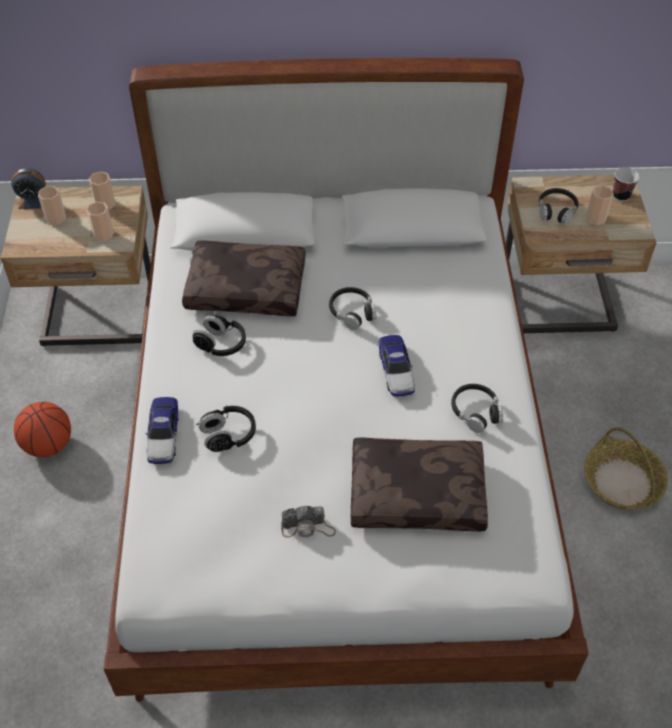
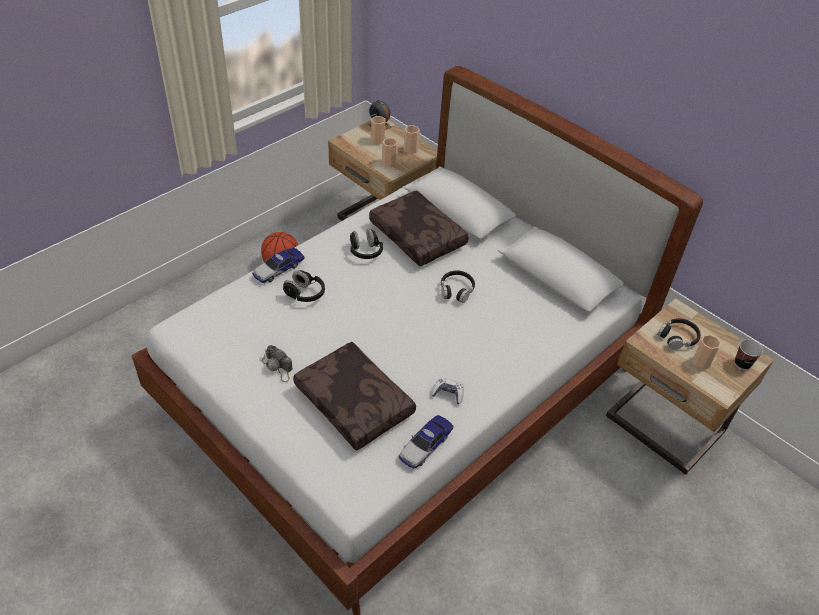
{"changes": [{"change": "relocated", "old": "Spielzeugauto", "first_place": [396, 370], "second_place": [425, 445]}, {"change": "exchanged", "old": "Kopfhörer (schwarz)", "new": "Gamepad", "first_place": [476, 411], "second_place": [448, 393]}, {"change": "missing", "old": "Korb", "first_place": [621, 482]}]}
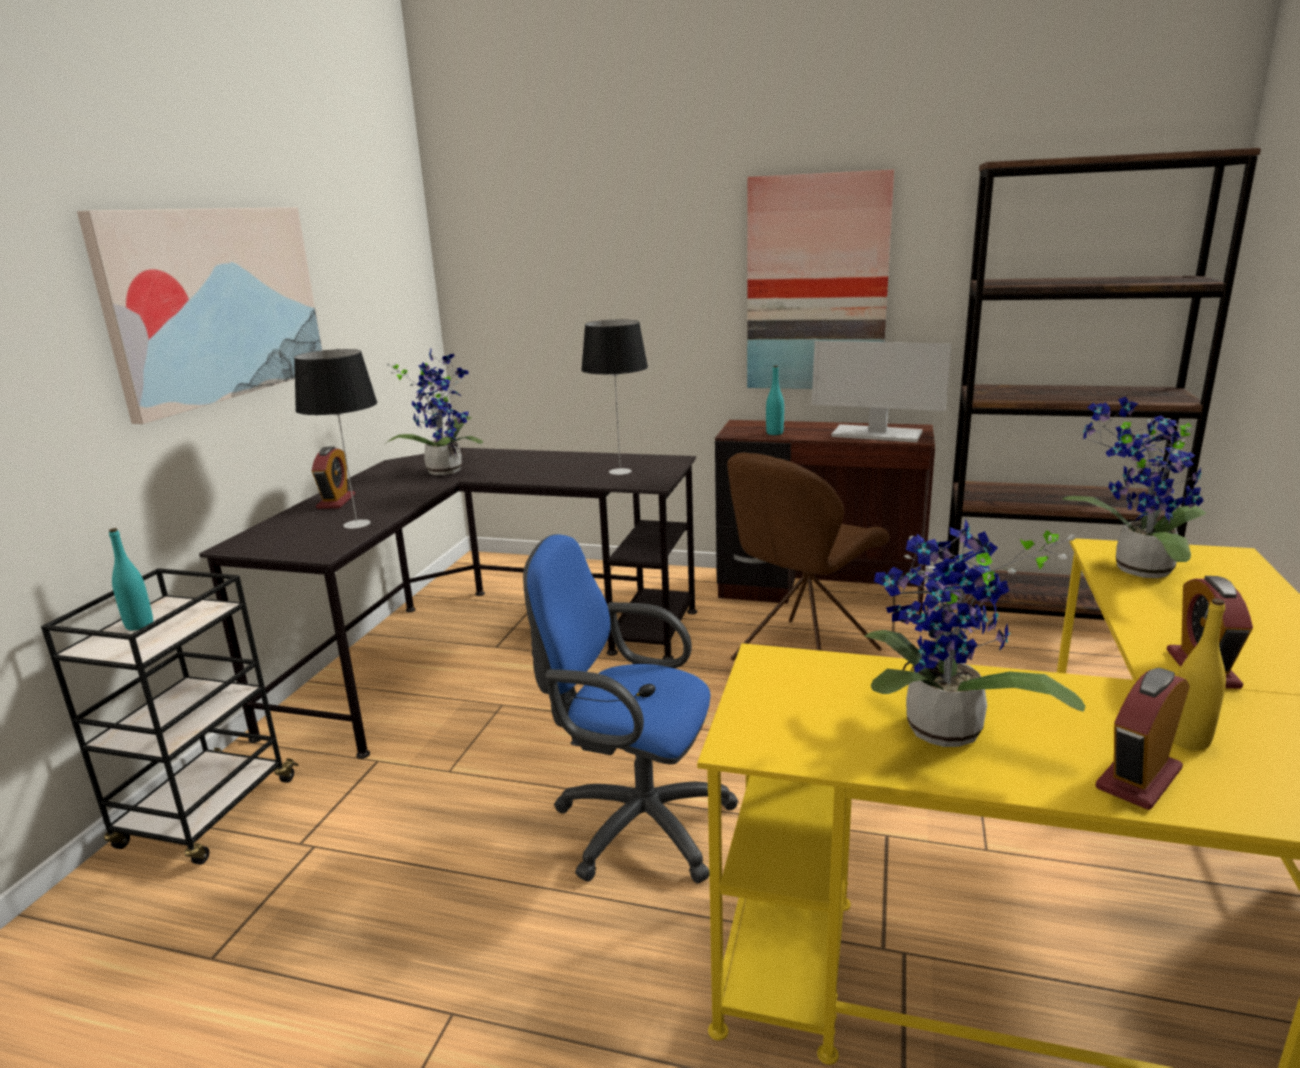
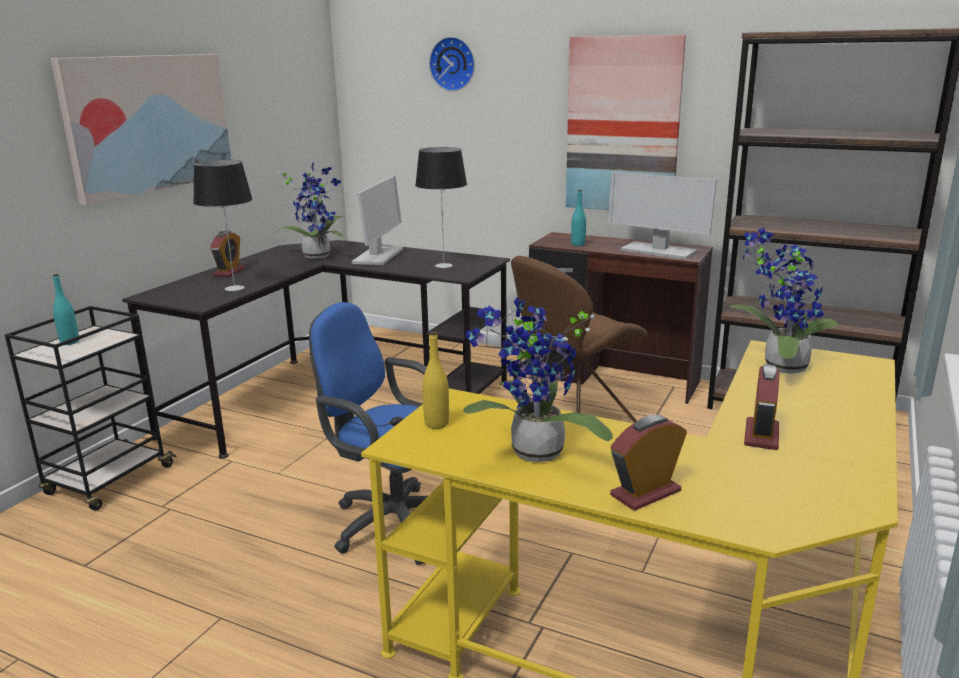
{"changes": [{"change": "relocated", "old": "Flasche (gelb)", "first_place": [1188, 740], "second_place": [436, 424]}, {"change": "appeared", "new": "Monitor", "second_place": [378, 256]}, {"change": "appeared", "new": "Wanduhr", "second_place": [453, 64]}]}
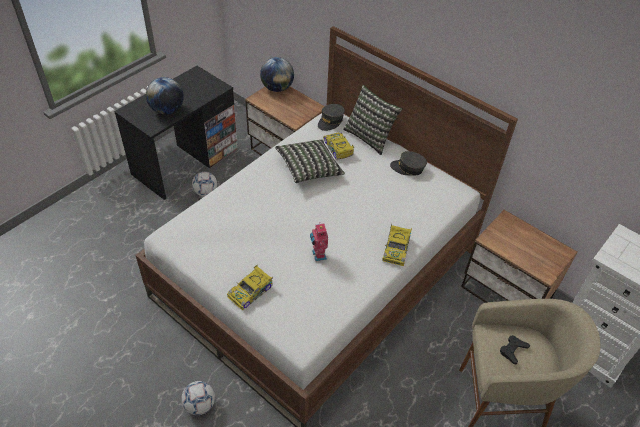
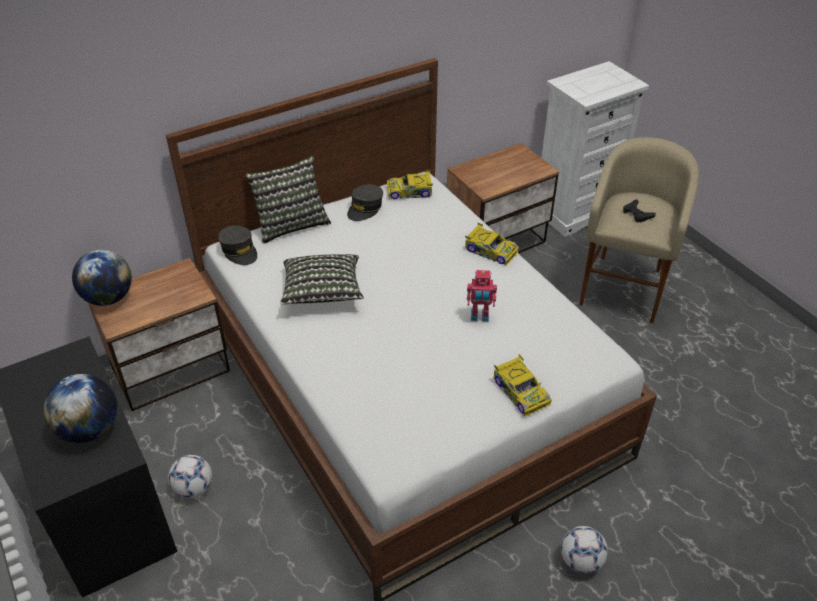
{"changes": [{"change": "relocated", "old": "Spielzeugauto", "first_place": [338, 148], "second_place": [410, 191]}]}
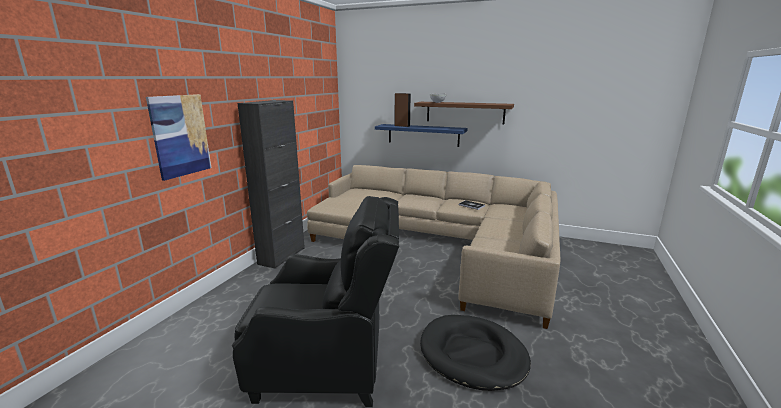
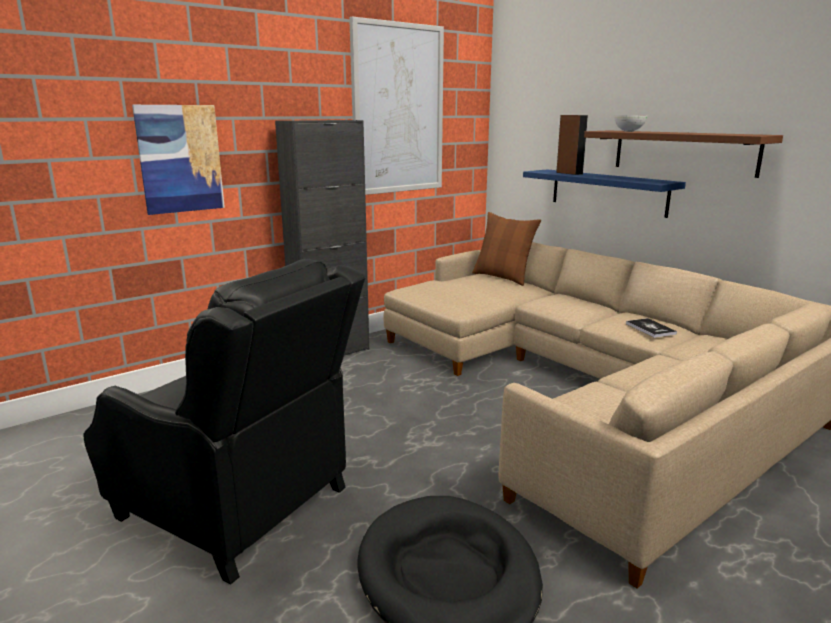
{"changes": [{"change": "appeared", "new": "Bild", "second_place": [398, 110]}, {"change": "appeared", "new": "Kissen (braun)", "second_place": [503, 277]}]}
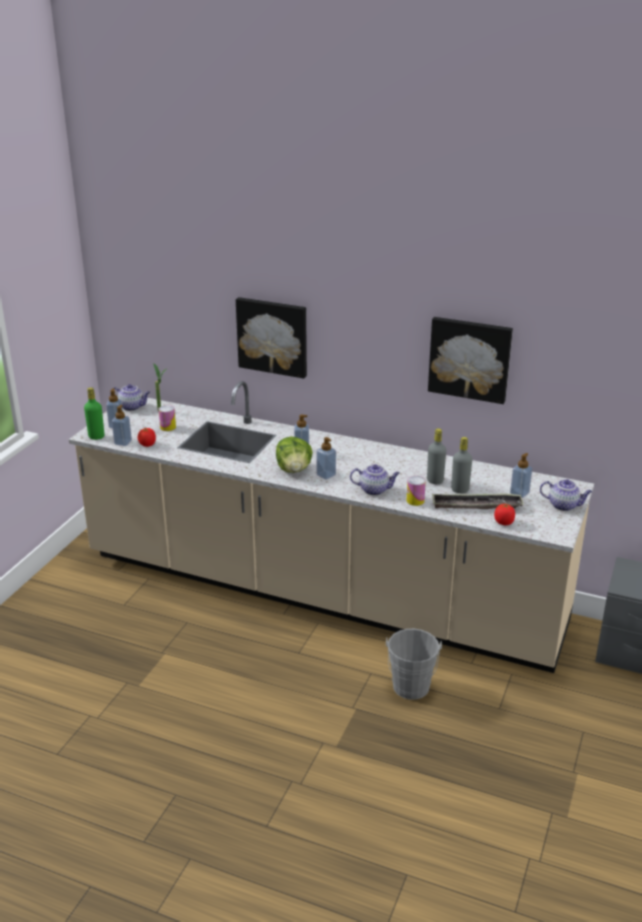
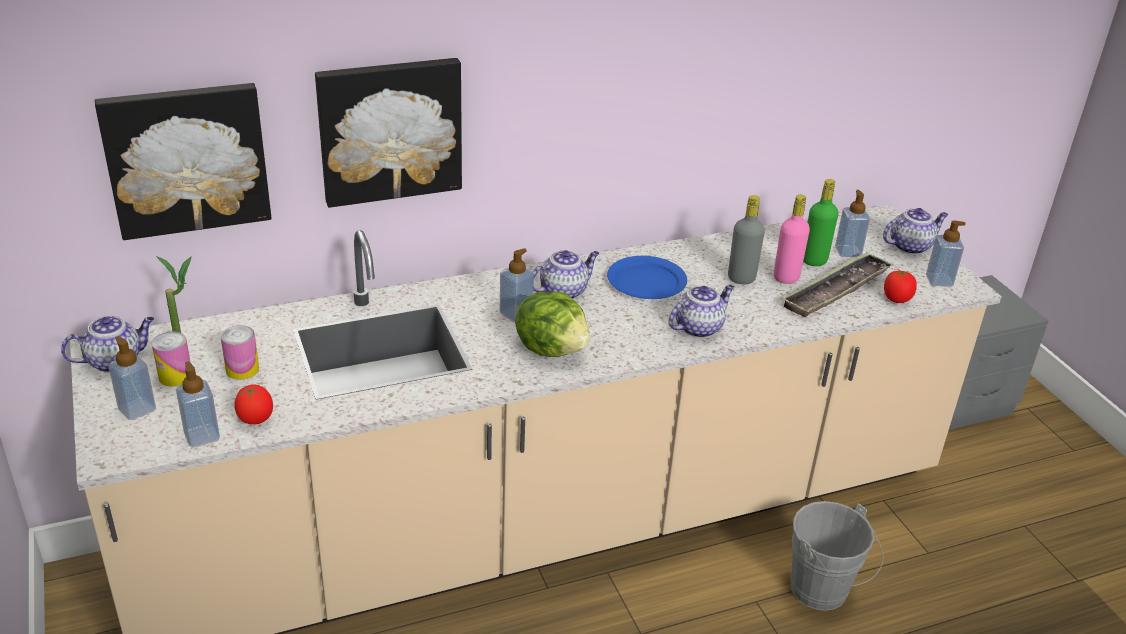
{"changes": [{"change": "relocated", "old": "Flasche (grün)", "first_place": [96, 436], "second_place": [814, 260]}, {"change": "relocated", "old": "Seifenspender", "first_place": [326, 475], "second_place": [939, 280]}, {"change": "relocated", "old": "Dose", "first_place": [415, 501], "second_place": [175, 376]}, {"change": "relocated", "old": "Bild", "first_place": [470, 359], "second_place": [186, 158]}, {"change": "colour", "old": "Flasche (grau)", "new": "Flasche (rosa)", "first_place": [460, 489], "second_place": [786, 277]}, {"change": "appeared", "new": "Teekanne", "second_place": [564, 291]}, {"change": "appeared", "new": "Teller (blau)", "second_place": [647, 282]}]}
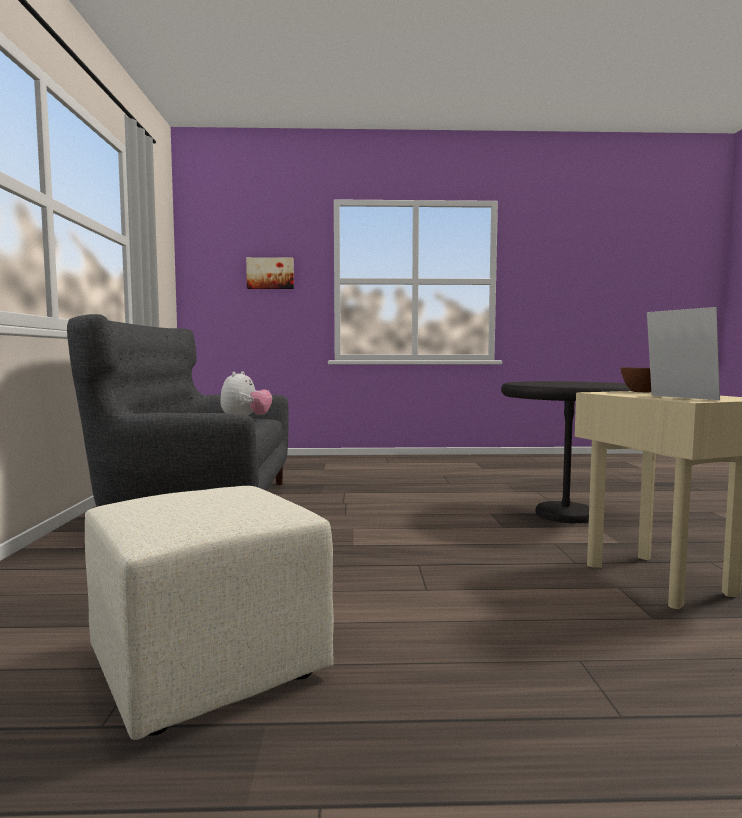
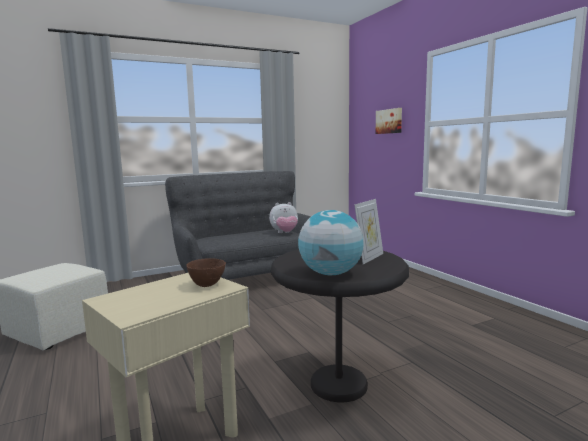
{"changes": [{"change": "relocated", "old": "Bilderrahmen", "first_place": [679, 398], "second_place": [369, 258]}, {"change": "appeared", "new": "Globus", "second_place": [330, 273]}]}
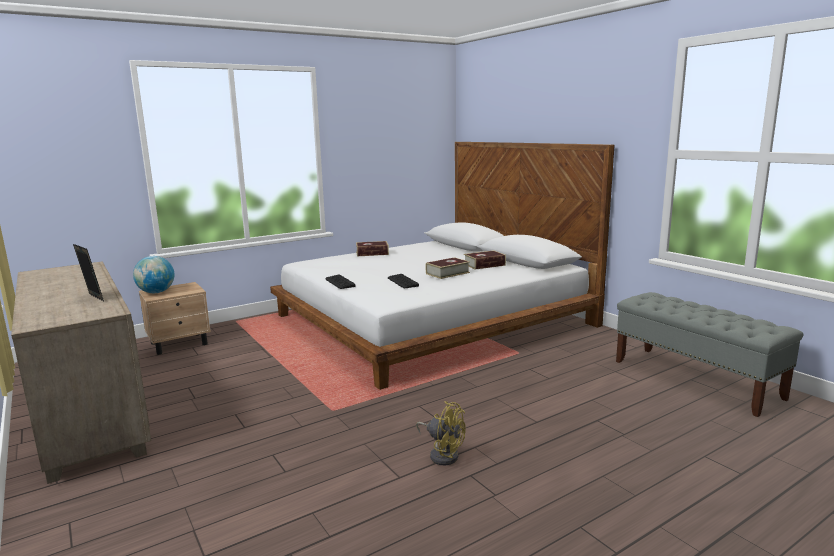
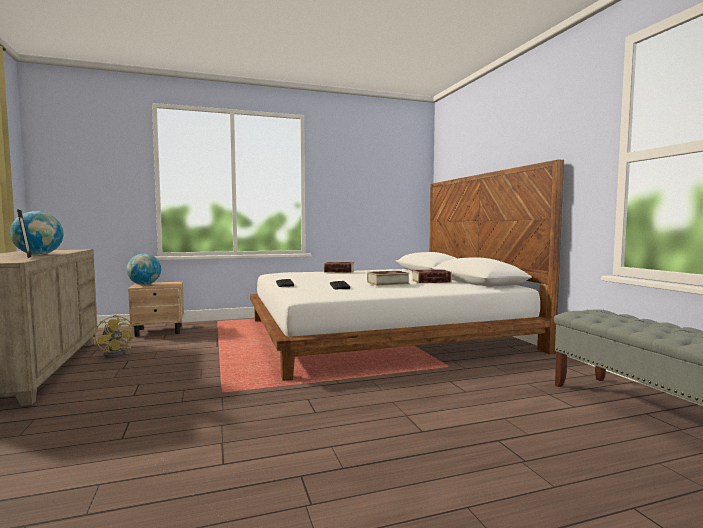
{"changes": [{"change": "relocated", "old": "Ventilator (gelb)", "first_place": [442, 454], "second_place": [117, 354]}, {"change": "appeared", "new": "Globus", "second_place": [39, 254]}]}
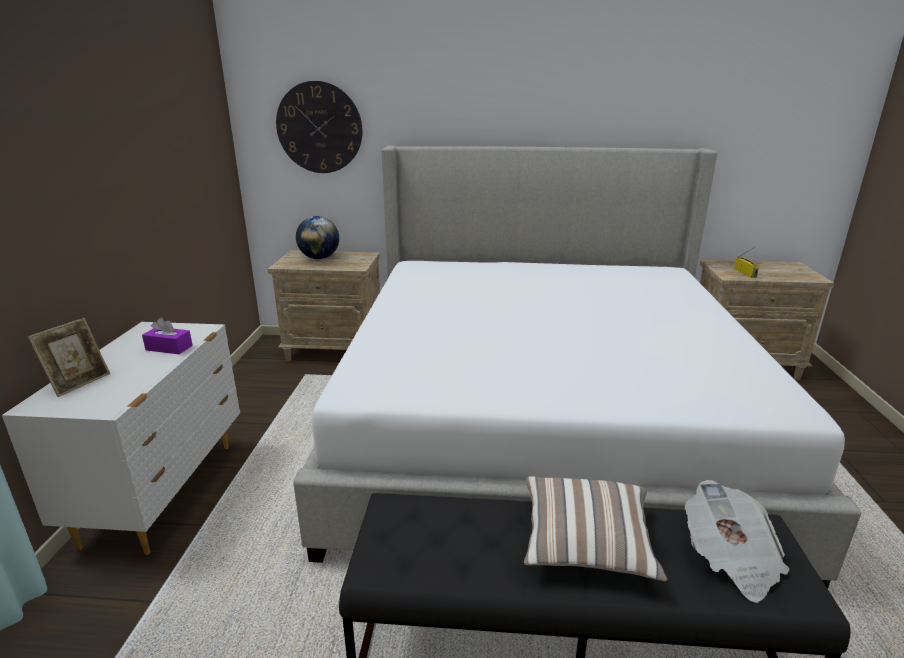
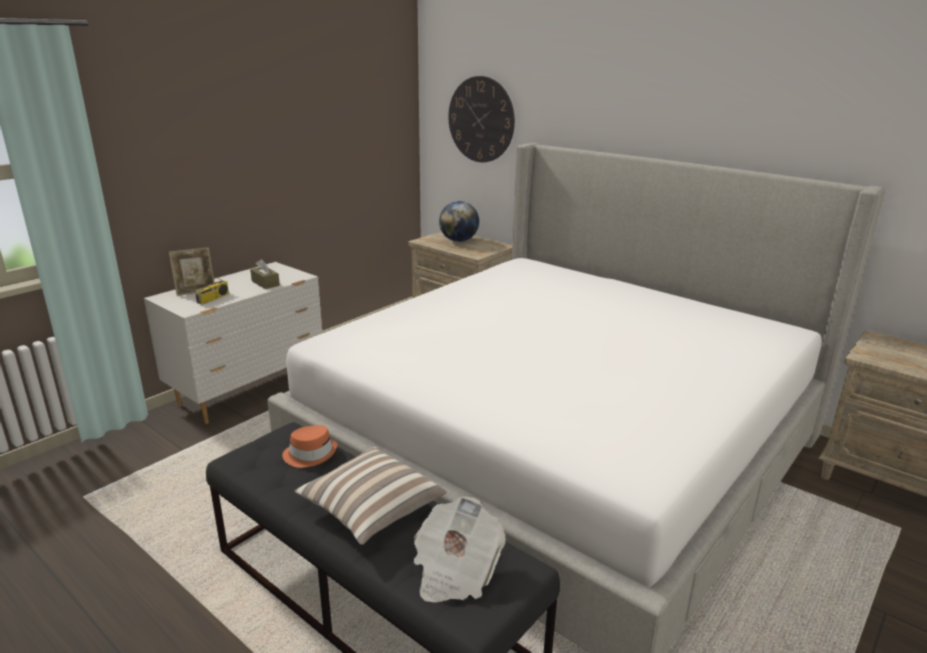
{"changes": [{"change": "colour", "old": "Taschentuchbox (lila)", "new": "Taschentuchbox (braun)", "first_place": [169, 348], "second_place": [265, 283]}, {"change": "relocated", "old": "Radio", "first_place": [745, 273], "second_place": [213, 299]}, {"change": "appeared", "new": "Hut (orange)", "second_place": [310, 454]}]}
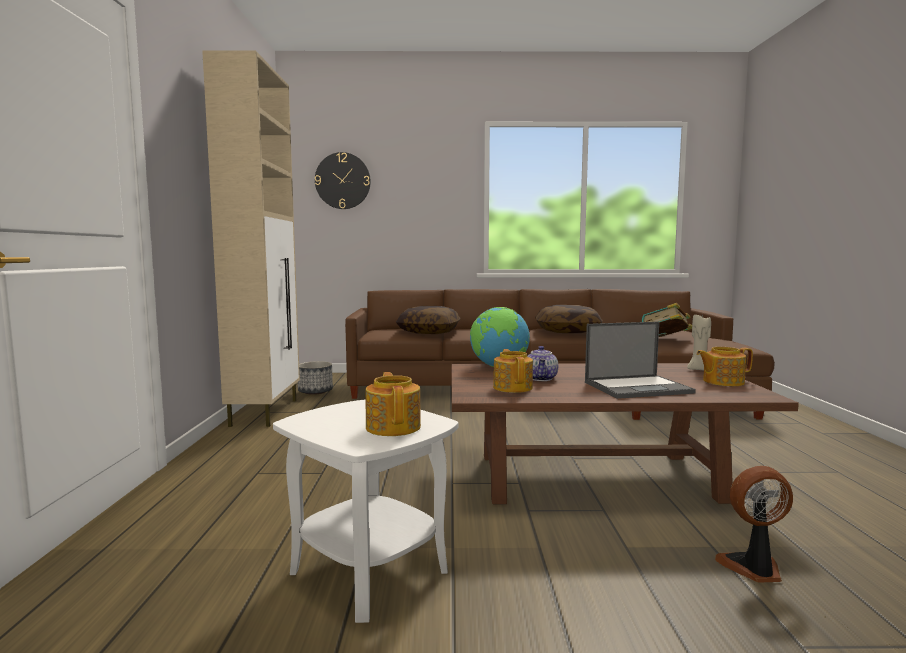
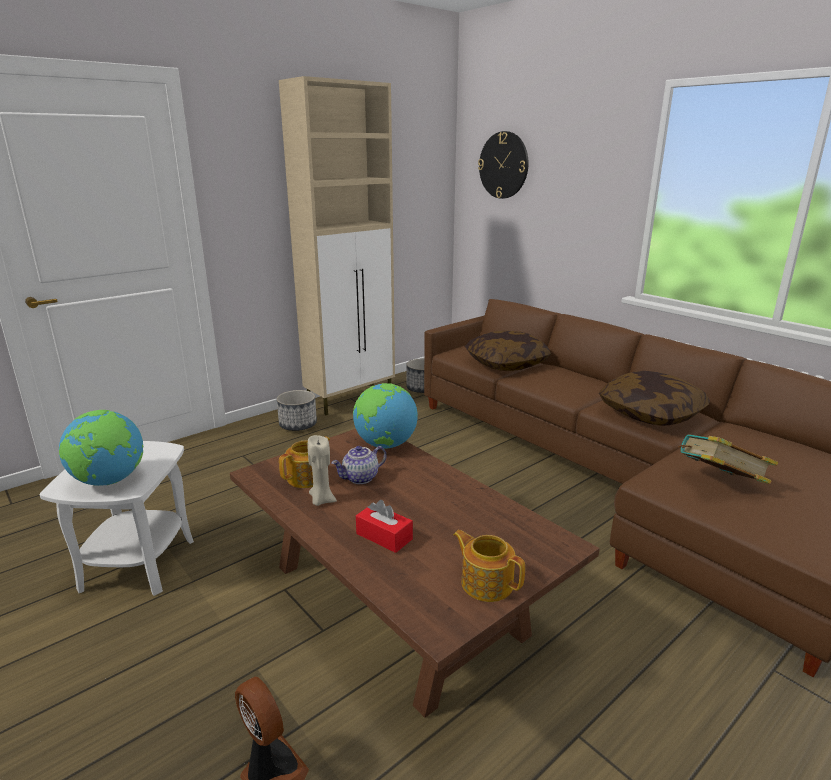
{"changes": [{"change": "exchanged", "old": "Teekanne", "new": "Globus", "first_place": [394, 427], "second_place": [109, 481]}, {"change": "exchanged", "old": "Laptop", "new": "Taschentuchbox (rot)", "first_place": [638, 387], "second_place": [384, 536]}, {"change": "relocated", "old": "Kerze (beige)", "first_place": [699, 370], "second_place": [321, 500]}, {"change": "appeared", "new": "Pflanzkübel", "second_place": [298, 425]}]}
